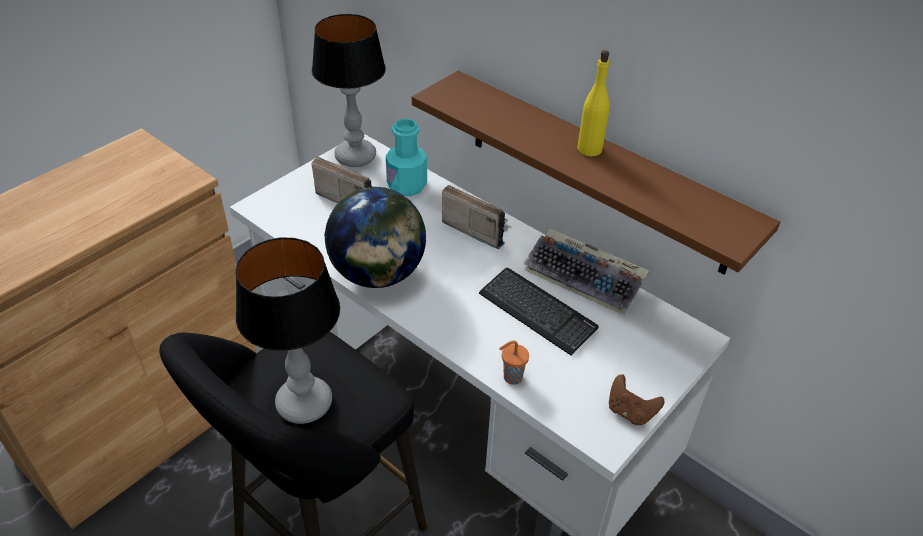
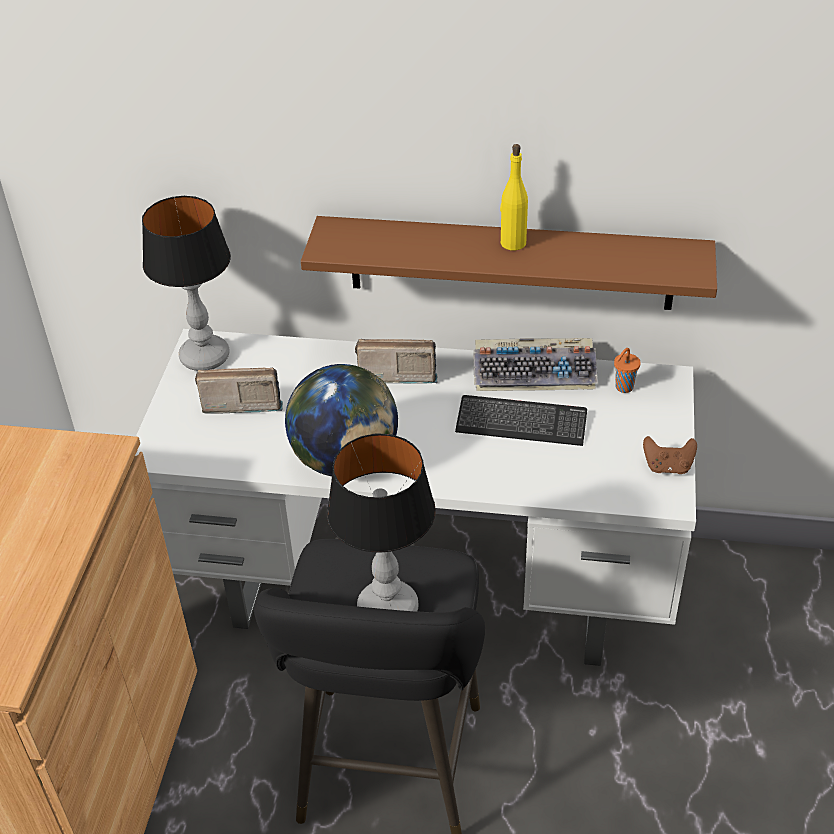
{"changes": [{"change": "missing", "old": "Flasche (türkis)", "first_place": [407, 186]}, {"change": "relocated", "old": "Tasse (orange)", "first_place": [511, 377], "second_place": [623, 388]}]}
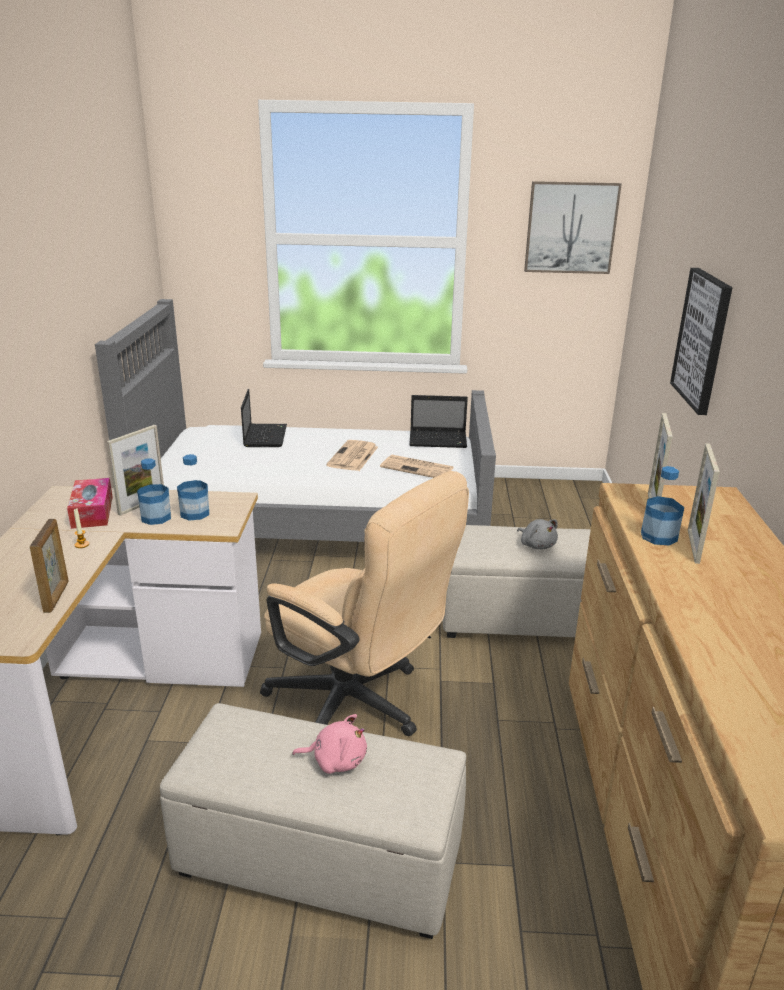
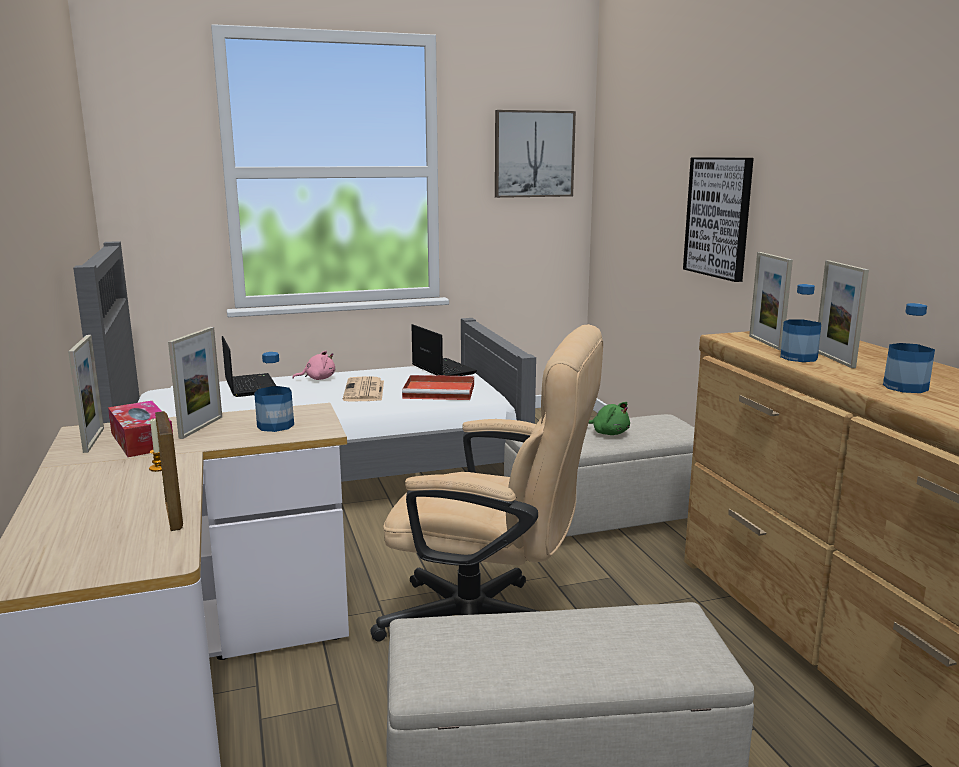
{"changes": [{"change": "relocated", "old": "Flasche", "first_place": [156, 517], "second_place": [905, 387]}, {"change": "relocated", "old": "Plüschtier (rosa)", "first_place": [336, 760], "second_place": [318, 379]}, {"change": "exchanged", "old": "Zeitung", "new": "Tablett (rot)", "first_place": [418, 468], "second_place": [440, 391]}, {"change": "spun", "old": "Laptop", "first_place": [439, 440], "second_place": [442, 369], "degrees": -105}, {"change": "colour", "old": "Plüschtier (grau)", "new": "Plüschtier (grün)", "first_place": [537, 545], "second_place": [608, 433]}, {"change": "appeared", "new": "Bilderrahmen", "second_place": [94, 440]}]}
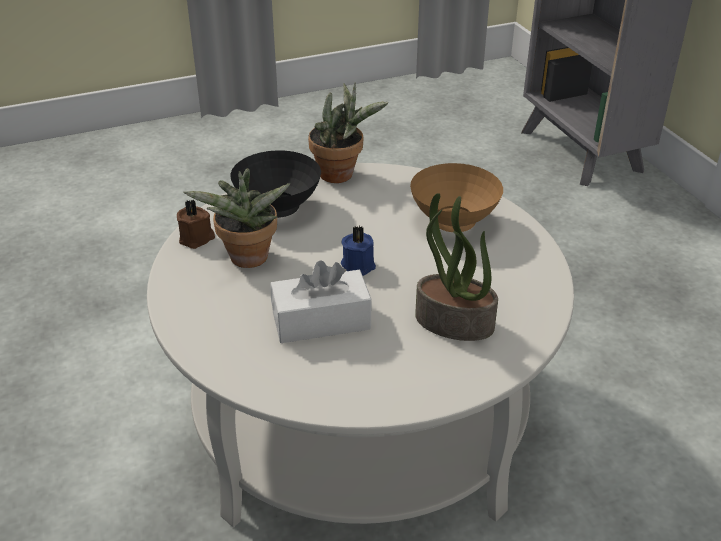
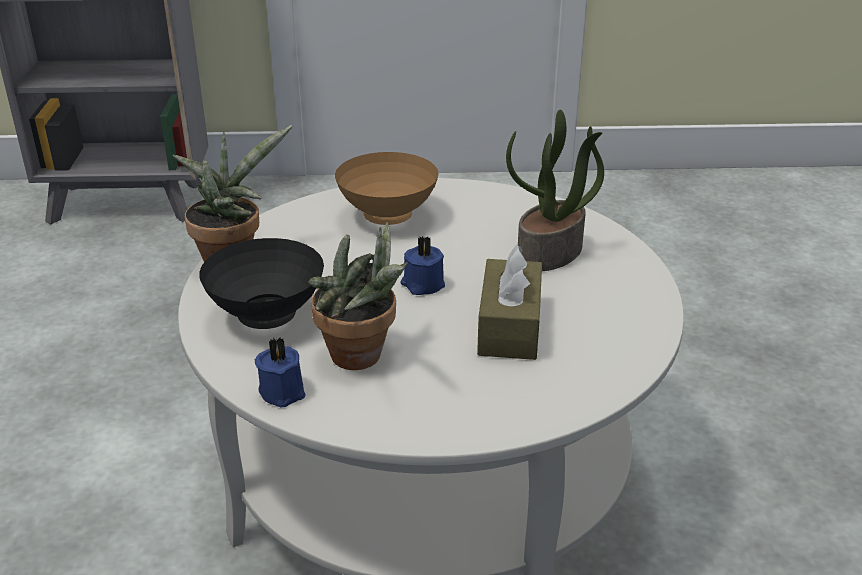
{"changes": [{"change": "colour", "old": "Kerze (braun)", "new": "Kerze (blau)", "first_place": [197, 239], "second_place": [283, 391]}, {"change": "colour", "old": "Taschentuchbox (weiß)", "new": "Taschentuchbox (braun)", "first_place": [321, 321], "second_place": [509, 326]}]}
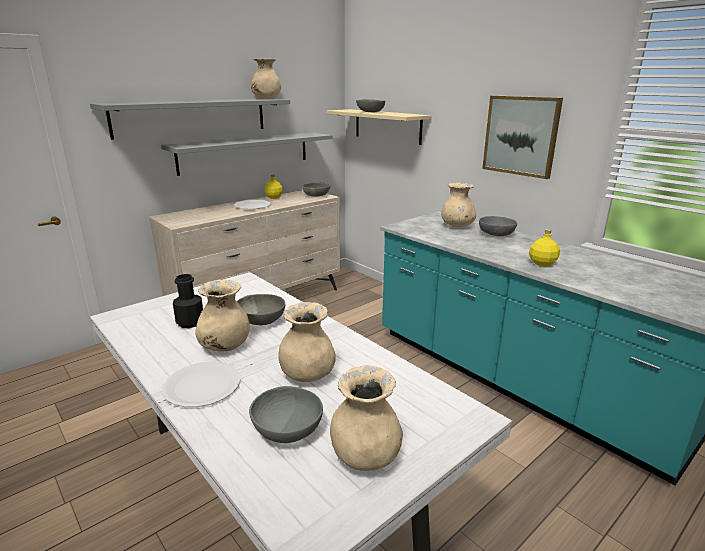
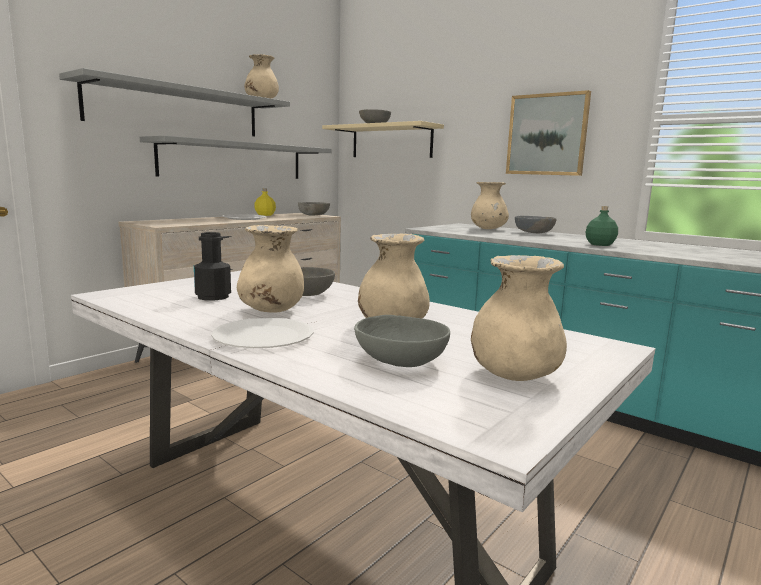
{"changes": [{"change": "colour", "old": "Flasche (gelb)", "new": "Flasche (grün)", "first_place": [542, 263], "second_place": [600, 244]}]}
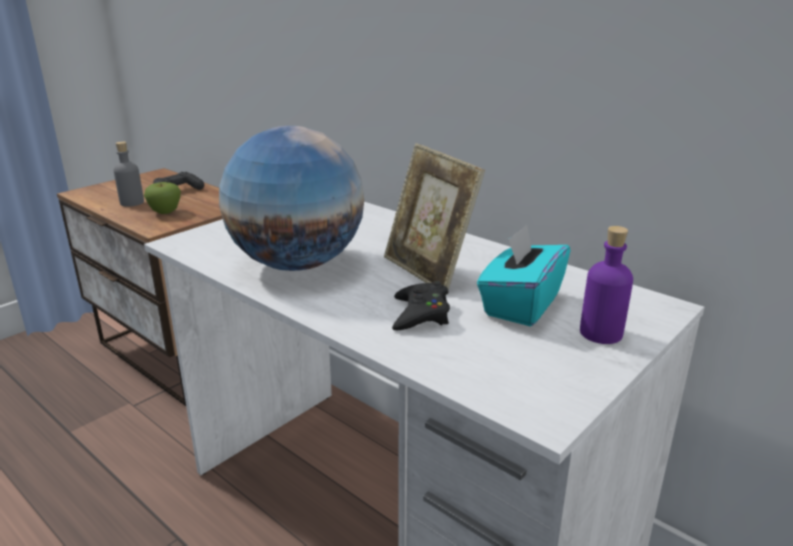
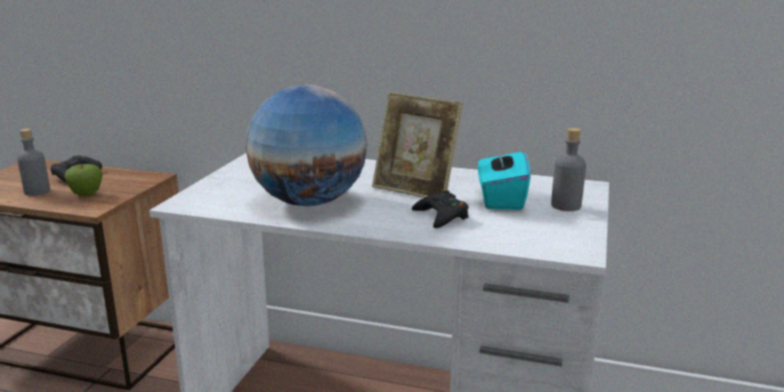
{"changes": [{"change": "colour", "old": "Flasche (lila)", "new": "Flasche (grau)", "first_place": [601, 333], "second_place": [566, 206]}]}
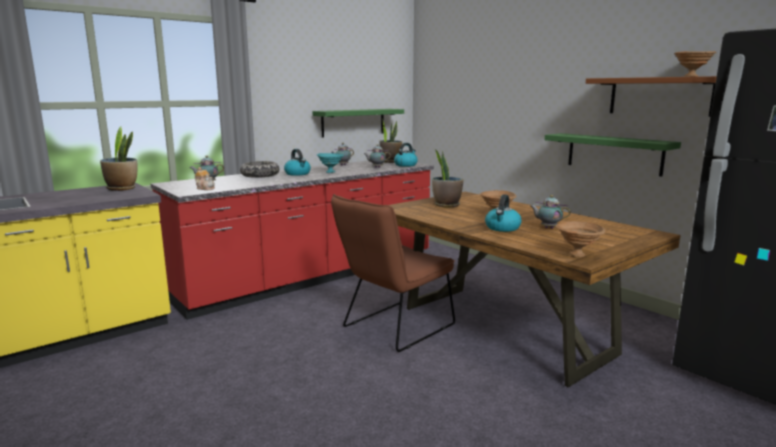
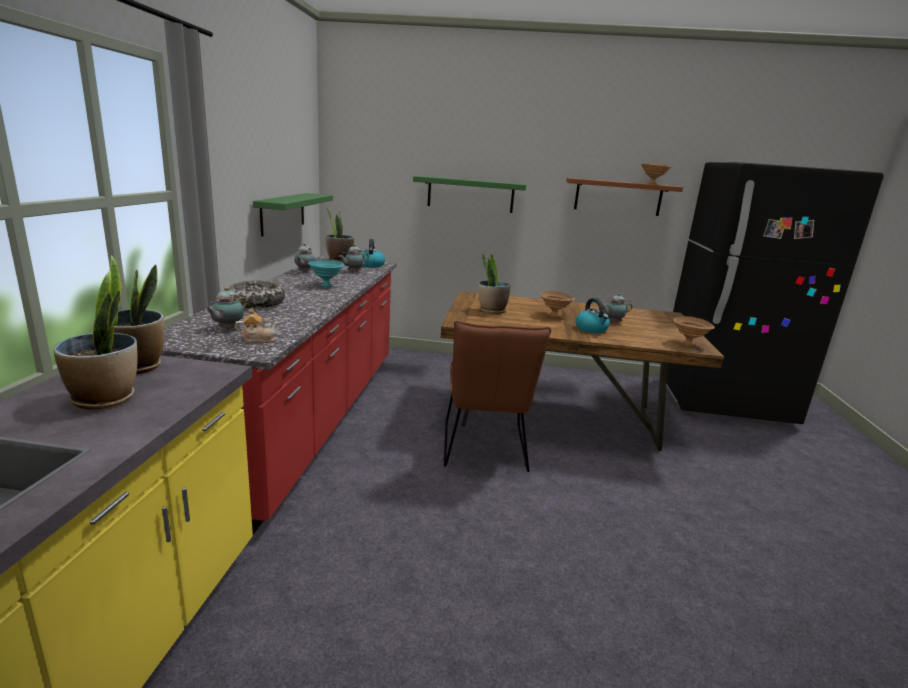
{"changes": [{"change": "missing", "old": "Wasserkessel", "first_place": [298, 174]}, {"change": "relocated", "old": "Wandregal (grün)", "first_place": [614, 153], "second_place": [470, 194]}, {"change": "appeared", "new": "Topfpflanze", "second_place": [105, 399]}]}
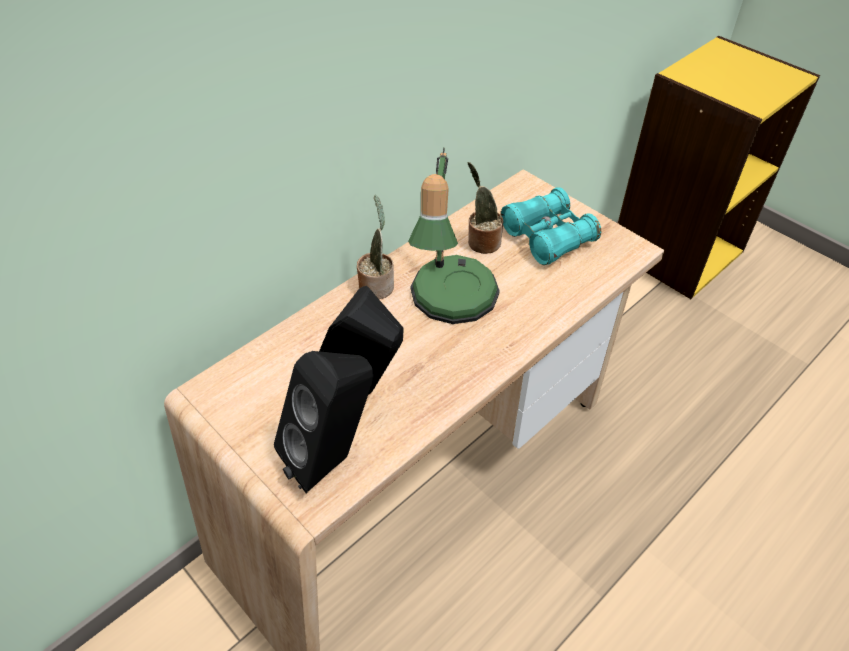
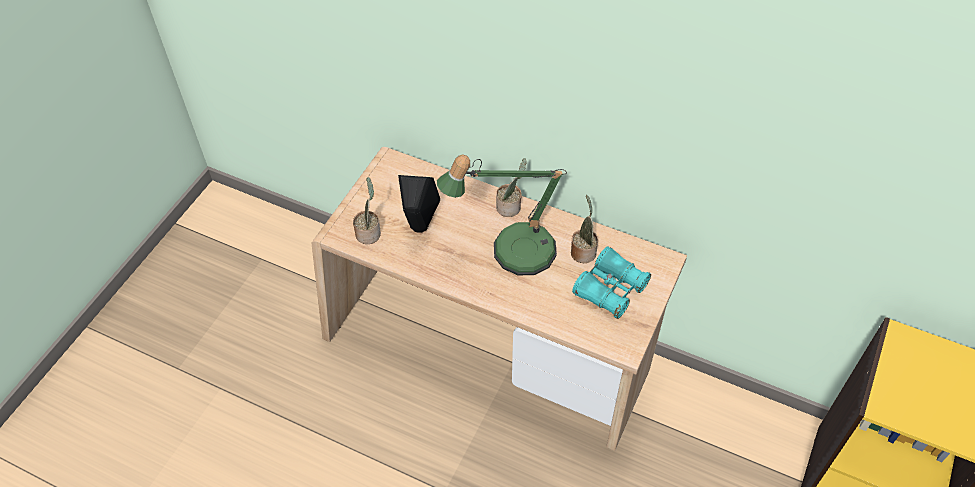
{"changes": [{"change": "exchanged", "old": "Lautsprecher (schwarz)", "new": "Topfpflanze", "first_place": [333, 458], "second_place": [369, 233]}]}
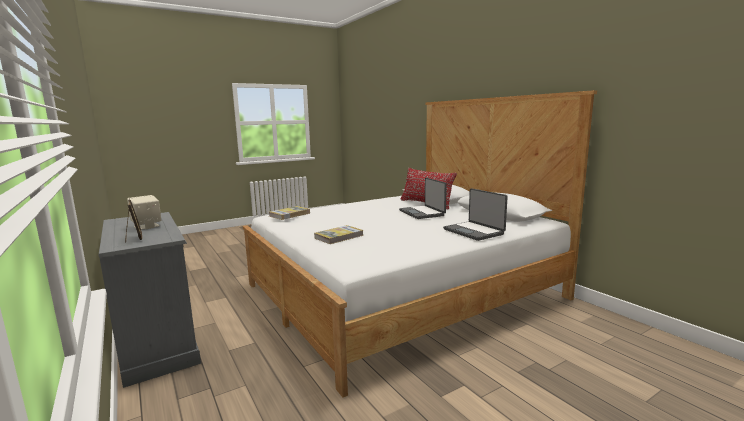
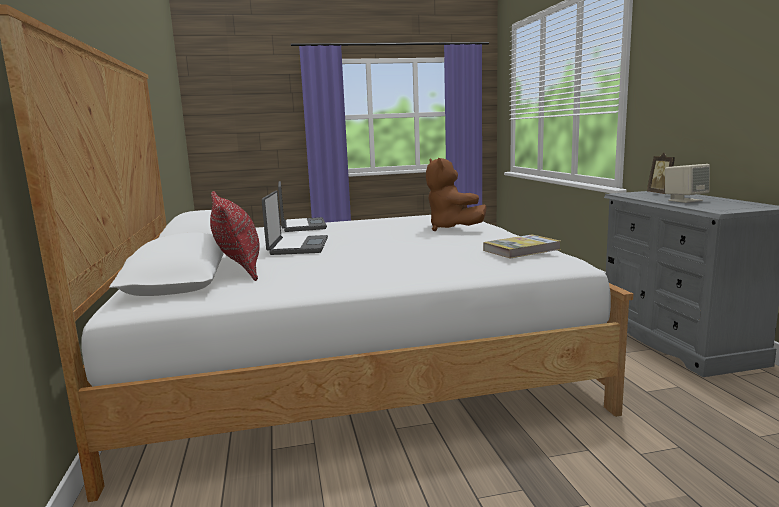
{"changes": [{"change": "exchanged", "old": "Buch", "new": "Plüschtier (braun)", "first_place": [339, 237], "second_place": [451, 228]}]}
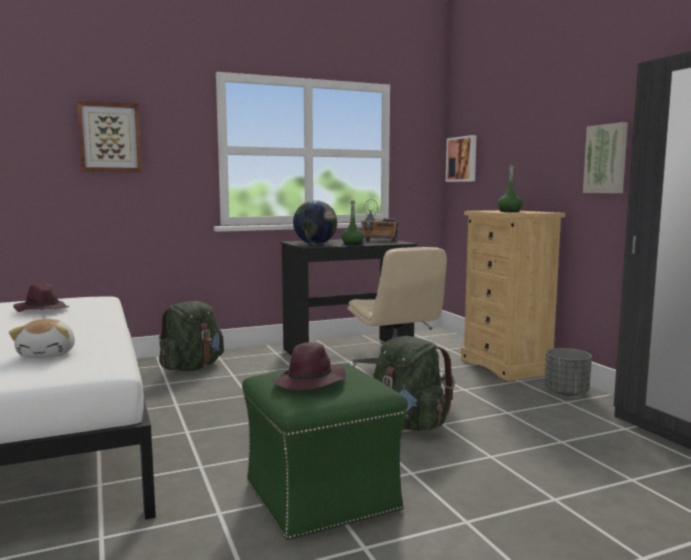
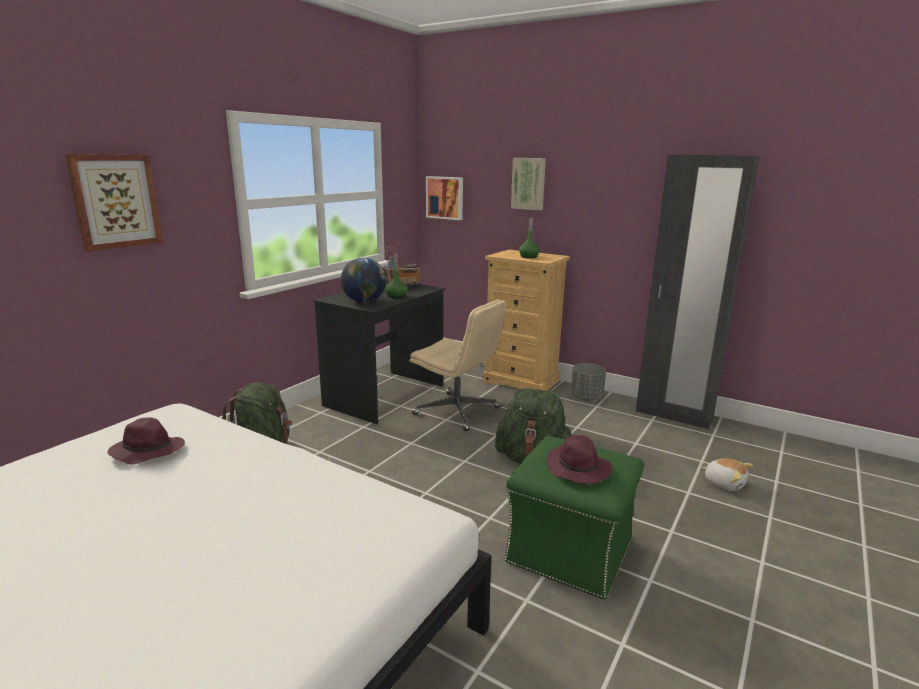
{"changes": [{"change": "relocated", "old": "Plüschtier", "first_place": [48, 354], "second_place": [724, 483]}, {"change": "relocated", "old": "Bild", "first_place": [606, 159], "second_place": [528, 183]}]}
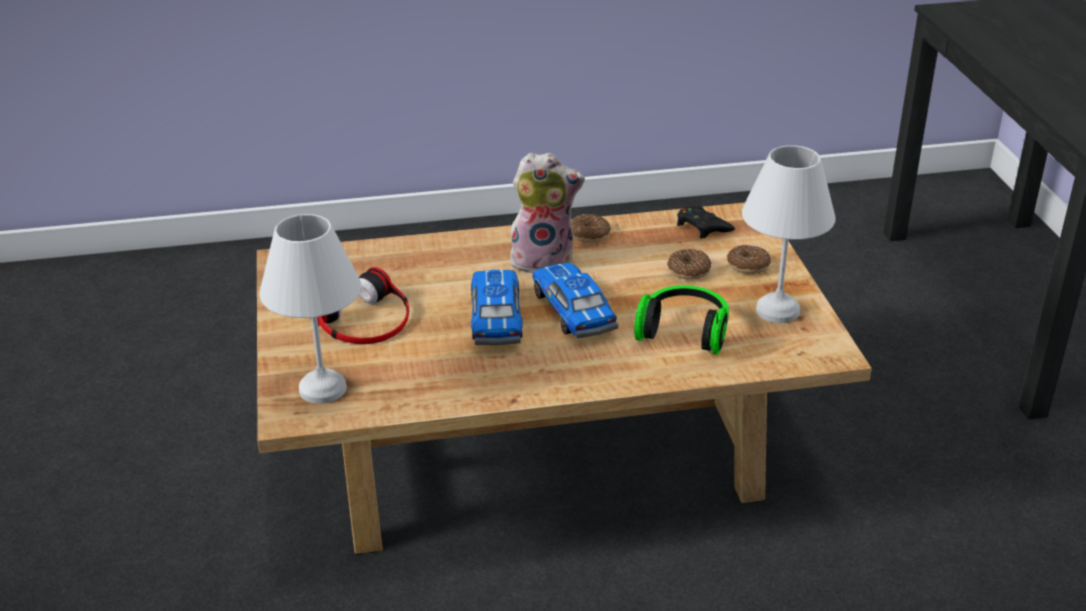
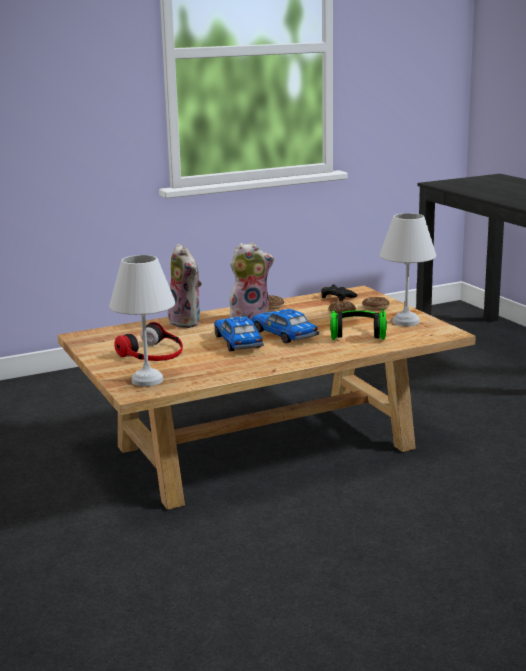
{"changes": [{"change": "appeared", "new": "Plüschtier", "second_place": [187, 322]}]}
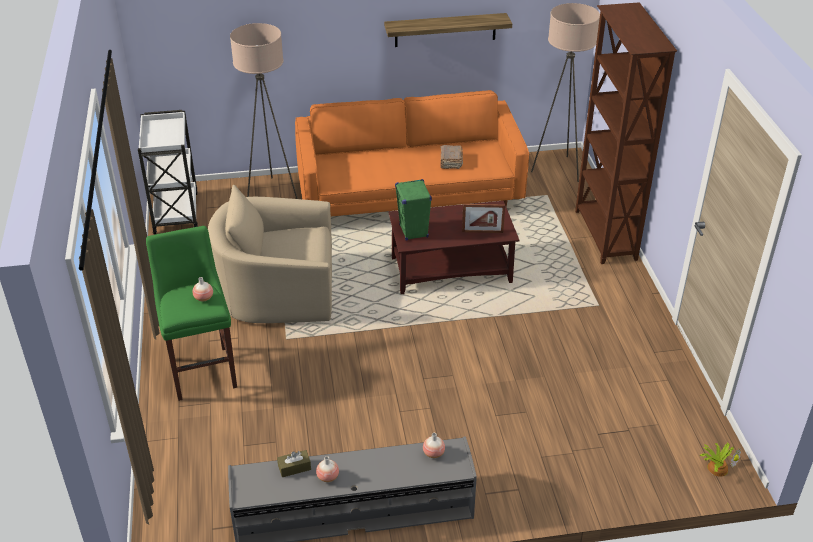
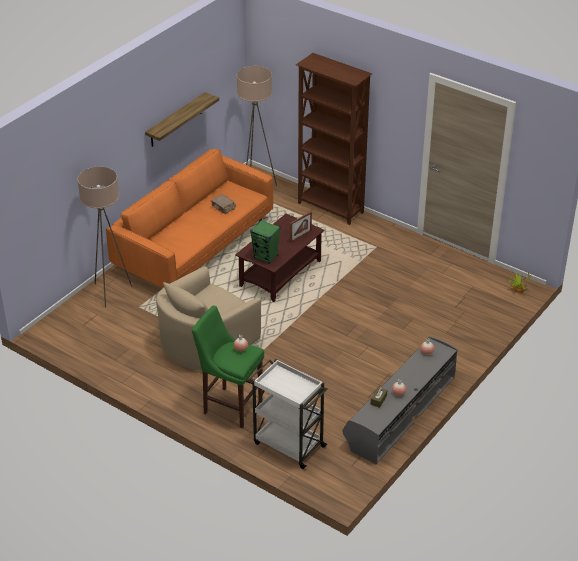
{"changes": [{"change": "relocated", "old": "Rollwagen (weiß)", "first_place": [176, 212], "second_place": [288, 444]}]}
